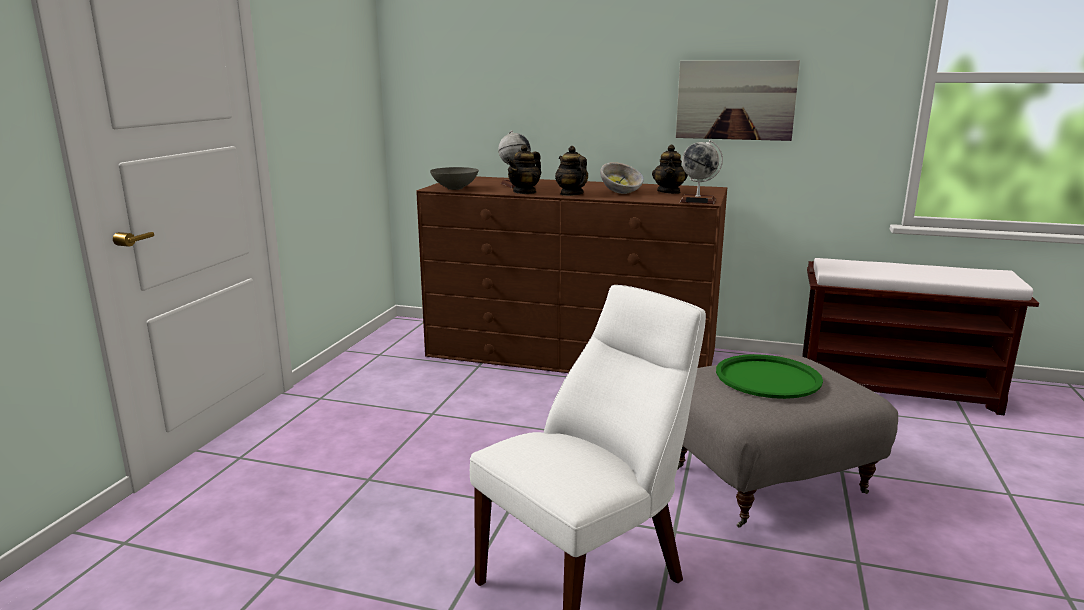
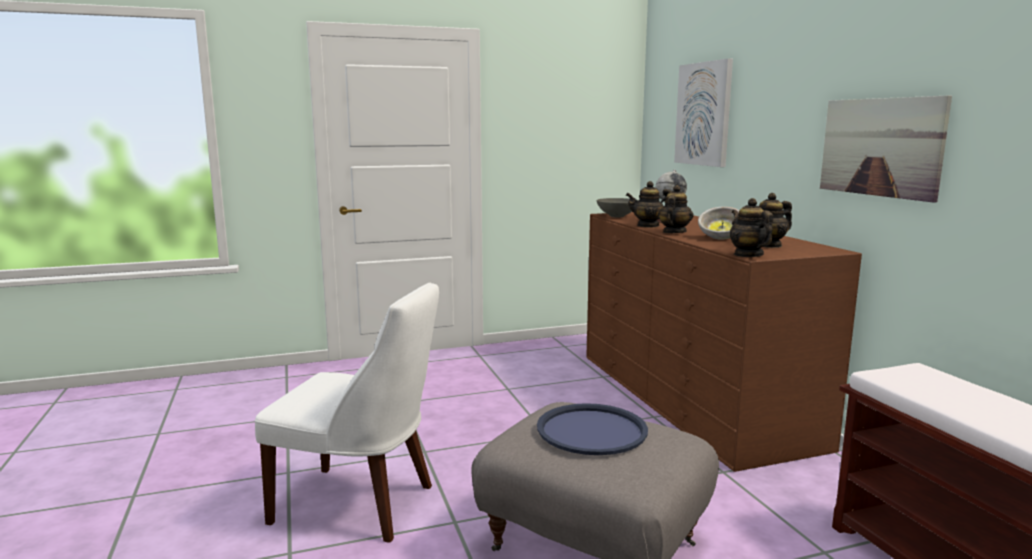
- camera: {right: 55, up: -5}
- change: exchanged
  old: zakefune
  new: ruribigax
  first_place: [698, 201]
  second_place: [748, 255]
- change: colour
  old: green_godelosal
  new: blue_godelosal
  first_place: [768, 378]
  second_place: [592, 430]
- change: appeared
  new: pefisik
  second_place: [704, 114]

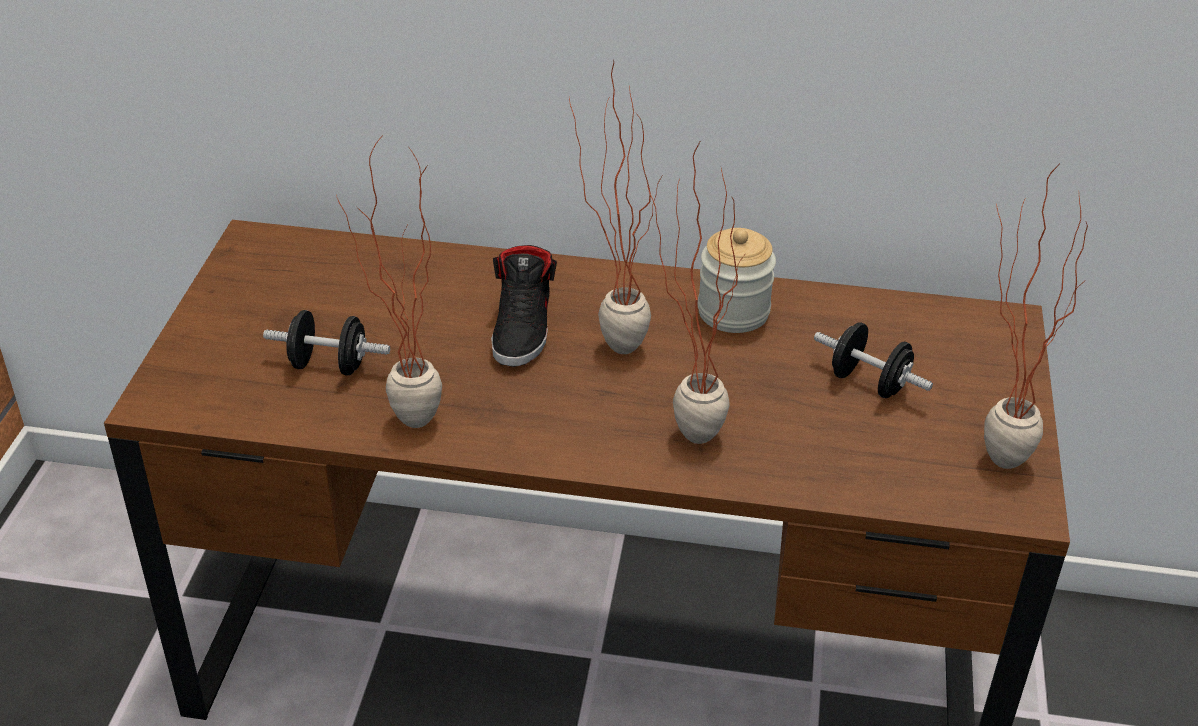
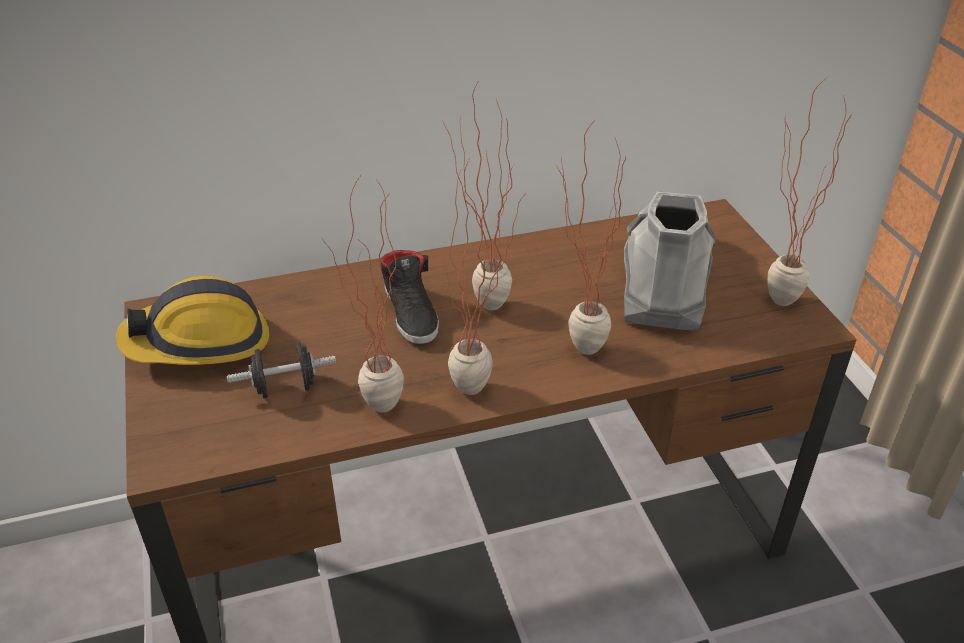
- camera: {right: -25, up: 0}
- change: missing
  old: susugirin
  first_place: [733, 312]
- change: exchanged
  old: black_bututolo
  new: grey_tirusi
  first_place: [868, 383]
  second_place: [665, 278]
- change: appeared
  new: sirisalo
  second_place: [483, 393]
- change: appeared
  new: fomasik
  second_place: [200, 342]

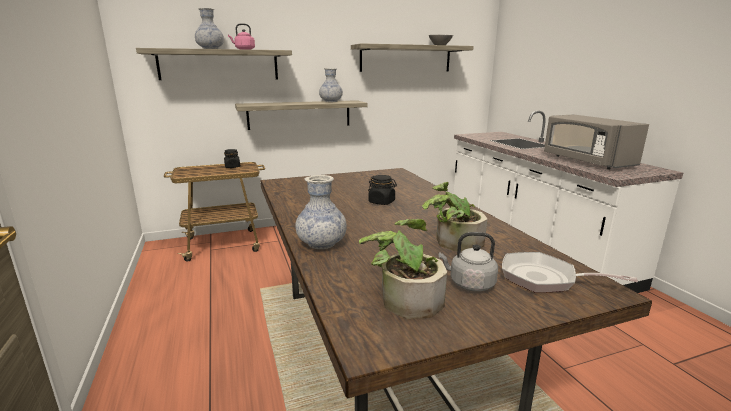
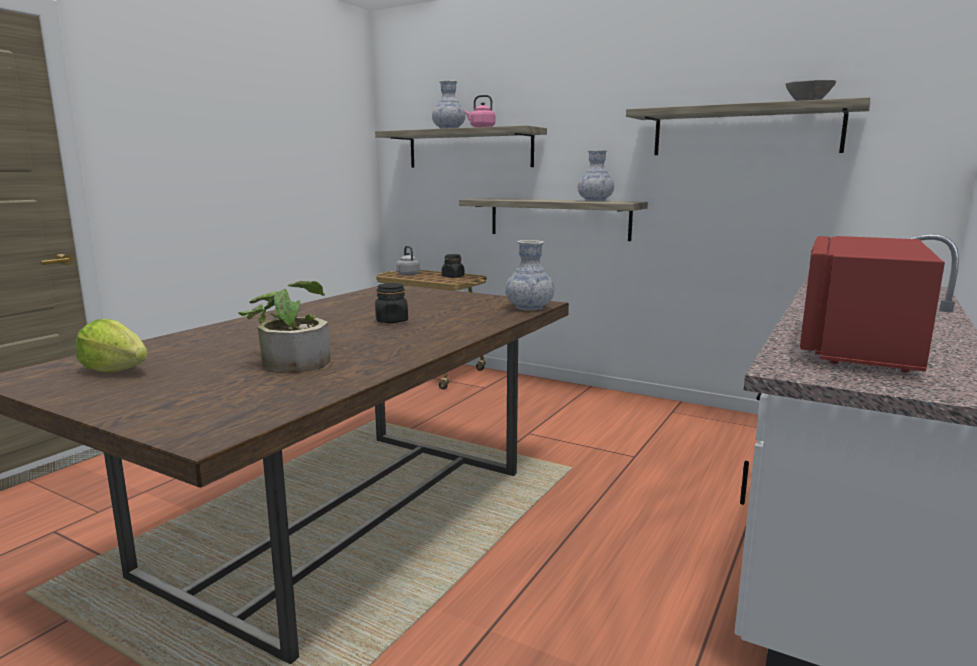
- camera: {right: 50, up: -5}
- change: colour
  old: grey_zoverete
  new: red_zoverete
  first_place: [586, 161]
  second_place: [857, 346]
- change: relocated
  old: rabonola
  first_place: [321, 243]
  second_place: [529, 308]
- change: exchanged
  old: sirisalo
  new: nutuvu
  first_place: [404, 298]
  second_place: [116, 370]
- change: relocated
  old: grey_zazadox
  first_place: [469, 284]
  second_place: [407, 274]
- change: missing
  old: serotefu
  first_place: [544, 279]

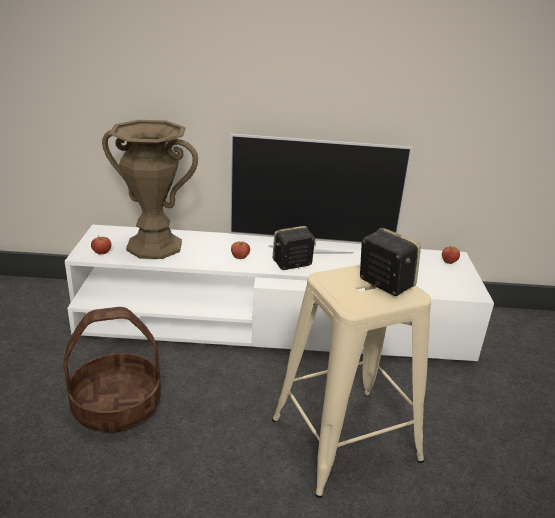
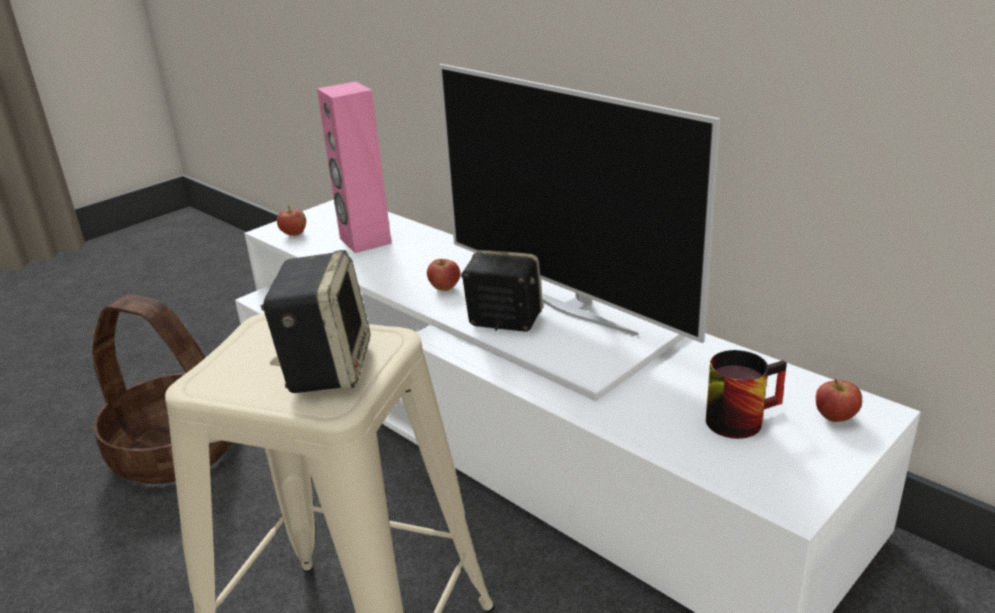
- camera: {right: 45, up: 0}
- change: exchanged
  old: brown_rabonola
  new: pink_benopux
  first_place: [154, 246]
  second_place: [364, 241]
- change: appeared
  new: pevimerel
  second_place: [739, 416]

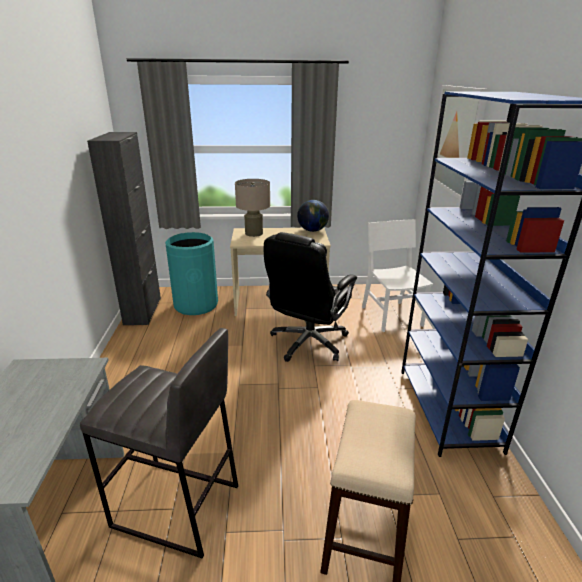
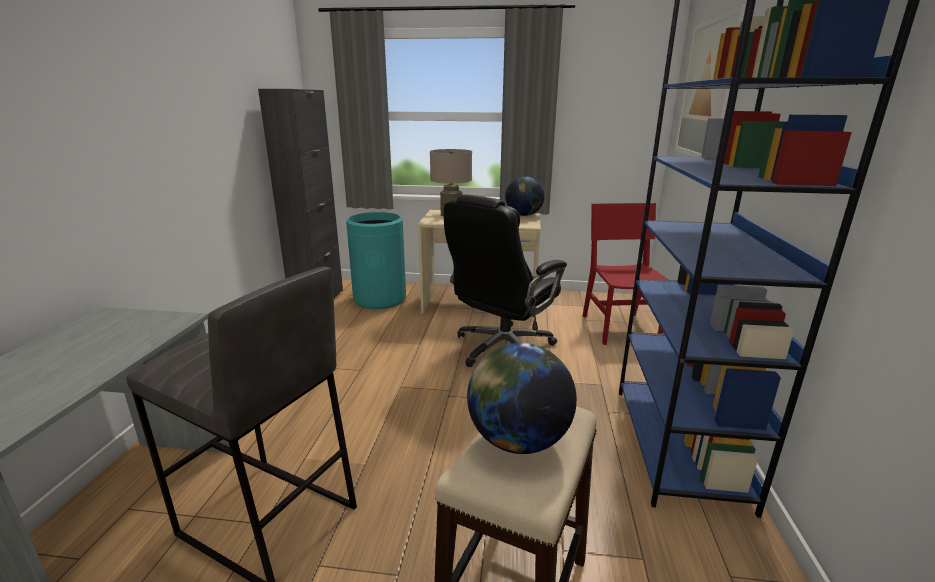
- camera: {right: 10, up: -5}
- change: colour
  old: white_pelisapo
  new: red_pelisapo
  first_place: [392, 316]
  second_place: [620, 328]
- change: appeared
  new: zakefune
  second_place: [517, 440]

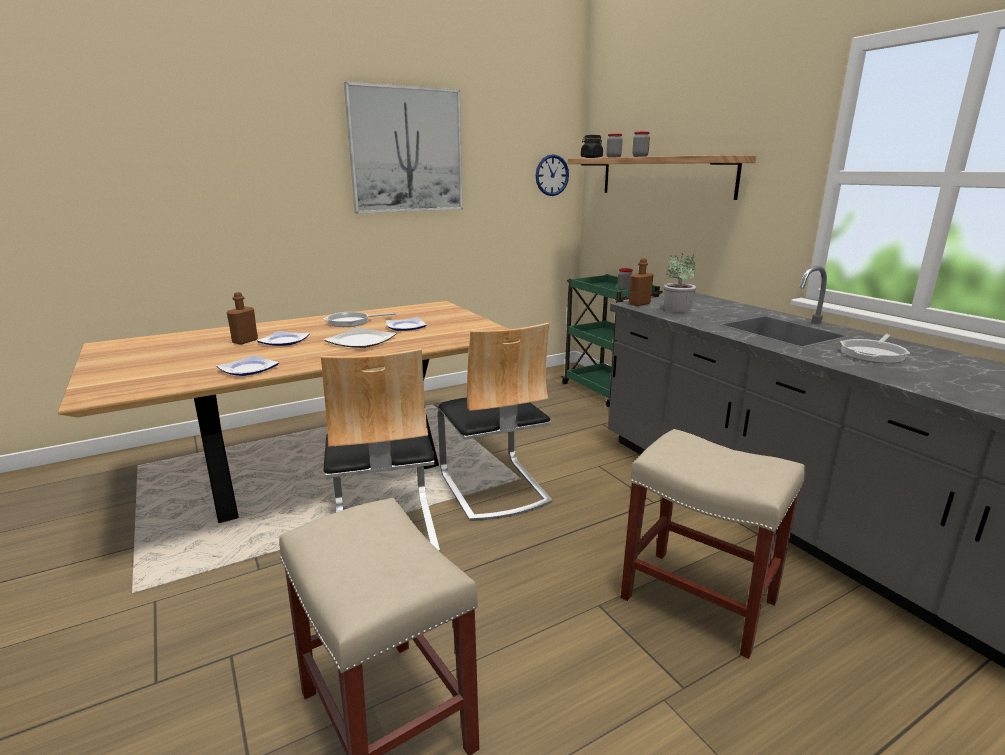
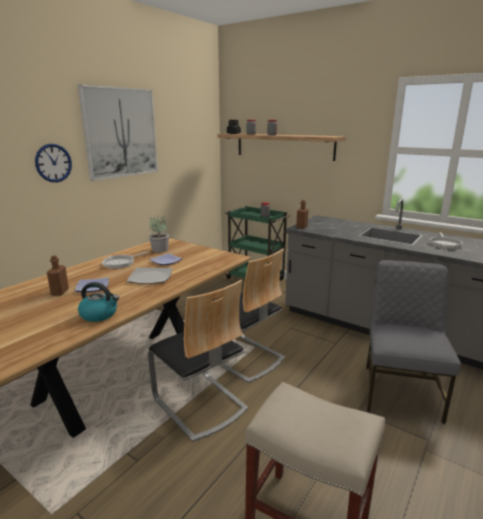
- camera: {right: -25, up: 0}
- change: relocated
  old: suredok
  first_place: [552, 175]
  second_place: [53, 163]
- change: relocated
  old: sirisalo
  first_place: [677, 309]
  second_place: [160, 249]
- change: exchanged
  old: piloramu
  new: zazadox
  first_place: [249, 369]
  second_place: [99, 315]
- change: exchanged
  old: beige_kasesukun
  new: grey_pelisapo
  first_place: [701, 600]
  second_place: [400, 391]

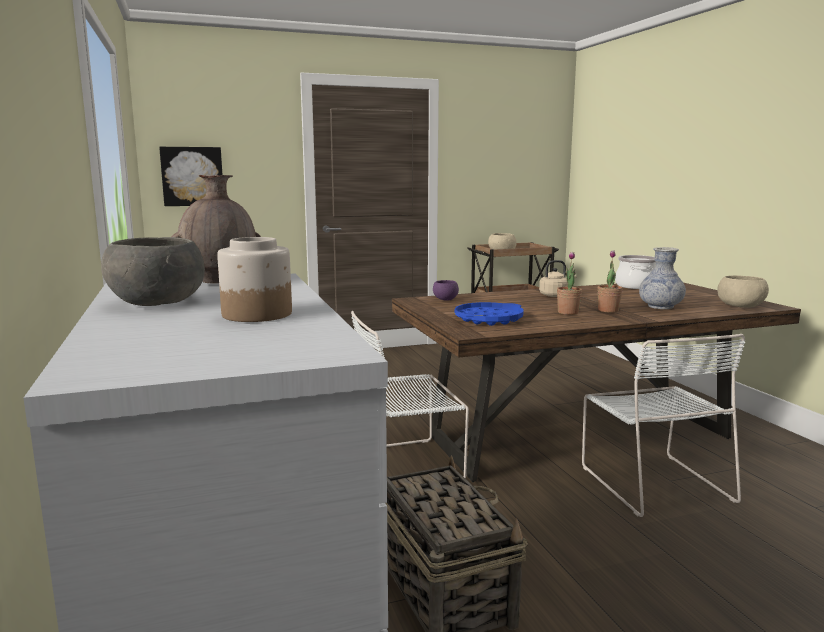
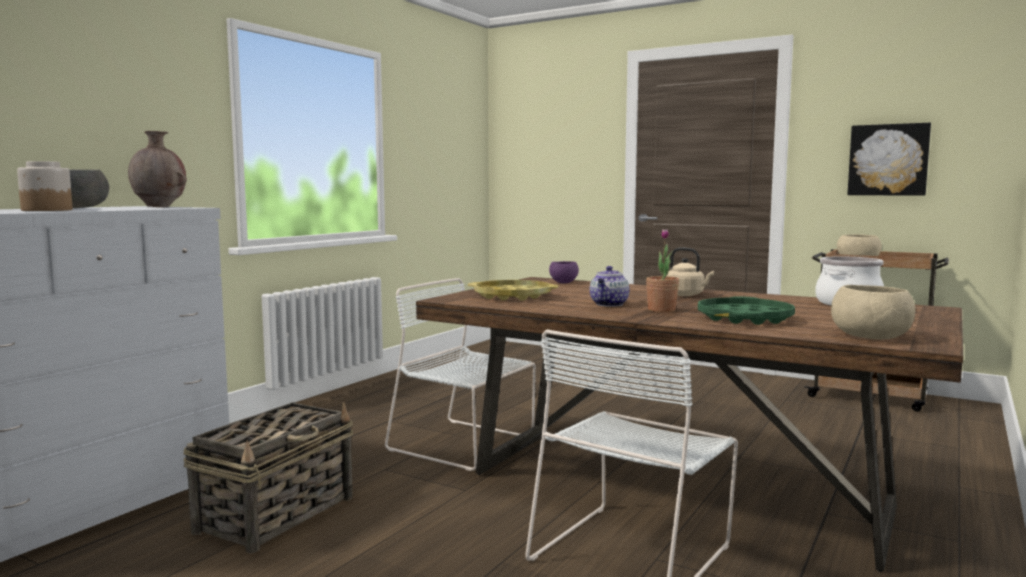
- camera: {right: 50, up: -5}
- change: relocated
  old: pefisik
  first_place: [192, 176]
  second_place: [888, 160]
- change: exchanged
  old: rabonola
  new: green_godelosal
  first_place: [660, 307]
  second_place: [745, 318]
- change: exchanged
  old: sirisalo
  new: ruribigax
  first_place: [568, 312]
  second_place: [609, 304]
- change: colour
  old: blue_godelosal
  new: yellow_godelosal
  first_place: [488, 319]
  second_place: [512, 296]

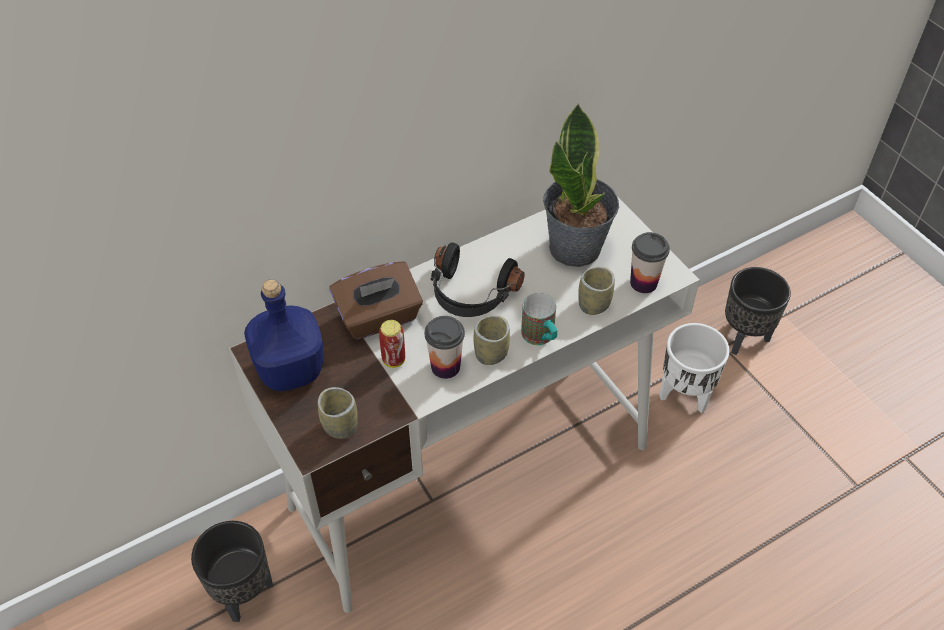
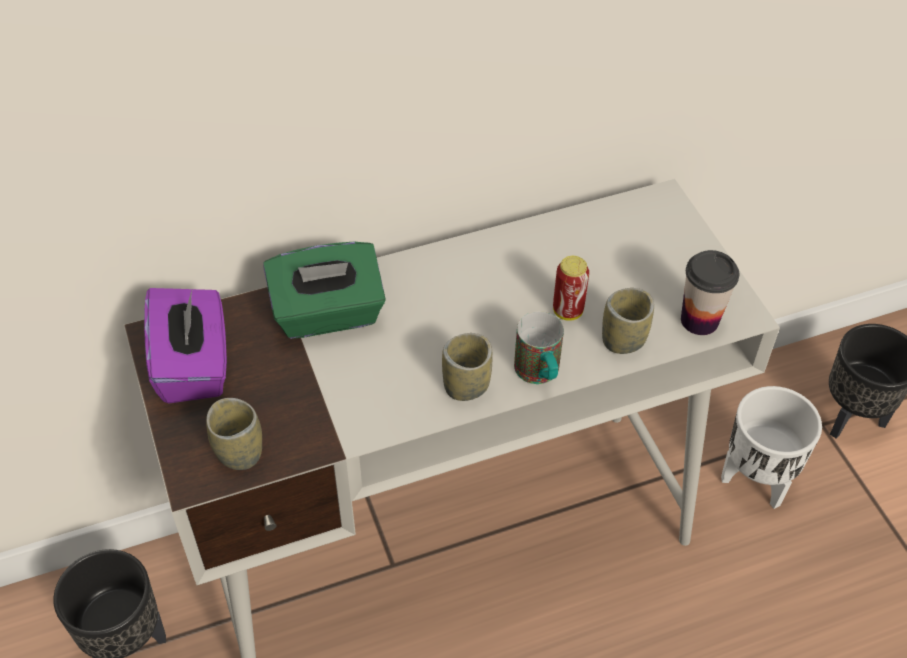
- camera: {right: 10, up: 0}
- change: missing
  old: sirisalo
  first_place: [576, 248]
- change: missing
  old: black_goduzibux
  first_place: [471, 294]
- change: colour
  old: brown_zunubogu
  new: green_zunubogu
  first_place: [379, 318]
  second_place: [328, 314]
- change: exchanged
  old: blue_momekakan
  new: purple_zunubogu
  first_place: [290, 369]
  second_place: [194, 365]
- change: missing
  old: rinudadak
  first_place: [445, 366]
- change: relocated
  old: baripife
  first_place: [393, 360]
  second_place: [567, 311]

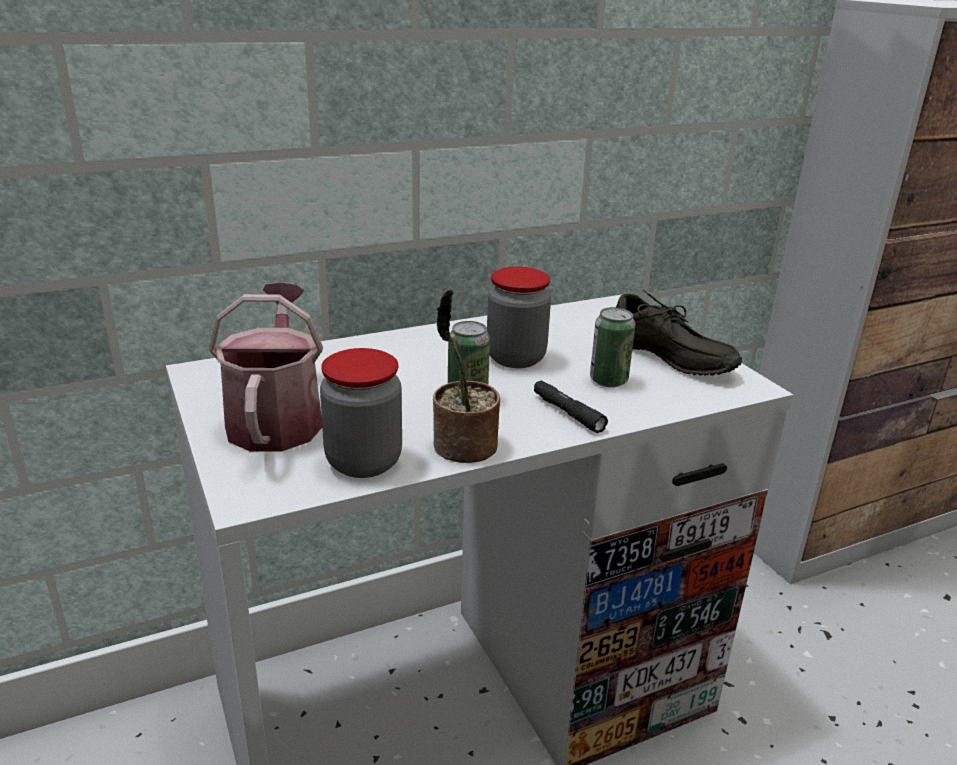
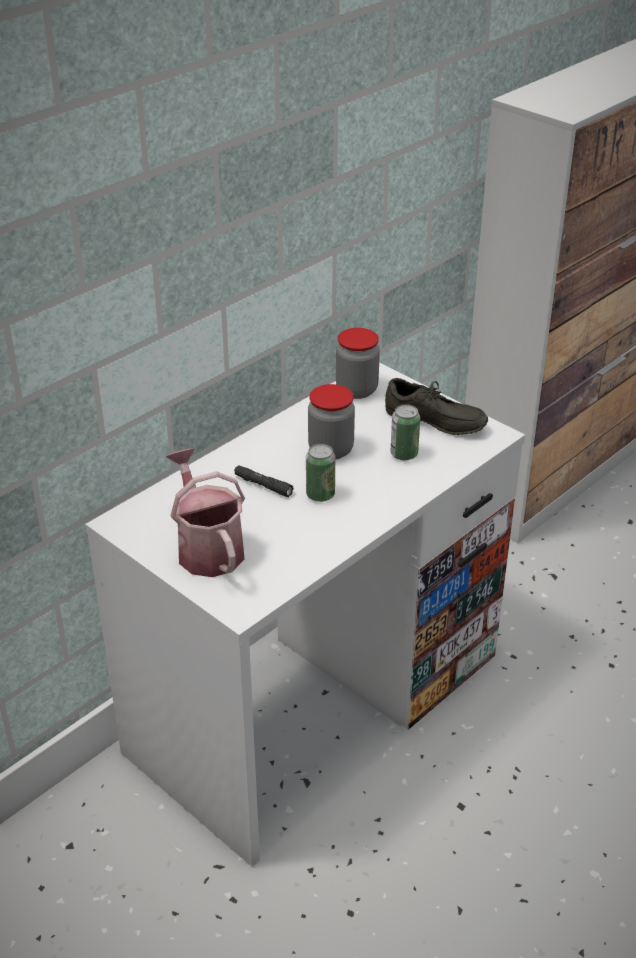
- camera: {right: -20, up: 10}
- change: missing
  old: sirisalo
  first_place: [462, 448]
- change: relocated
  old: susugirin
  first_place: [363, 462]
  second_place: [356, 390]
- change: relocated
  old: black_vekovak
  first_place: [567, 413]
  second_place: [262, 485]

